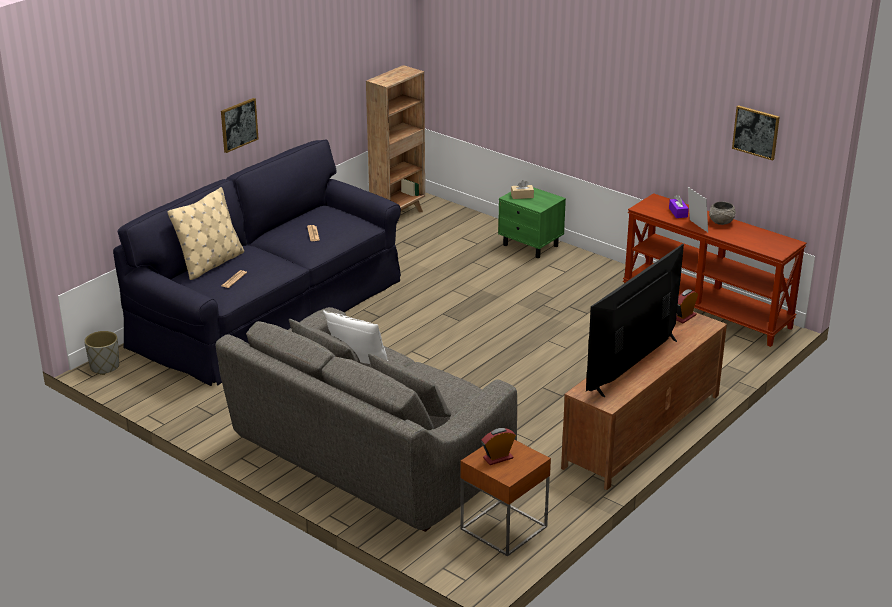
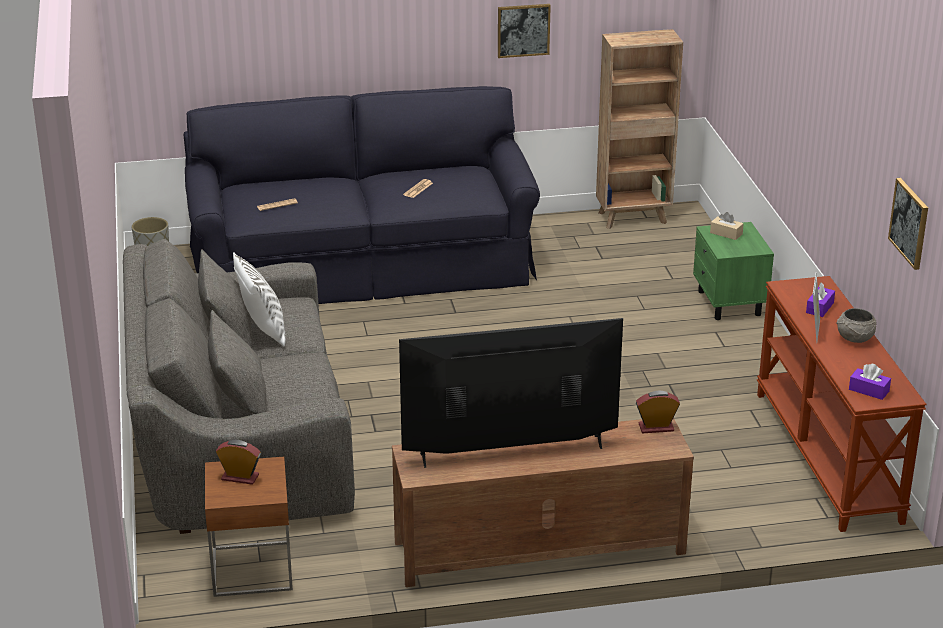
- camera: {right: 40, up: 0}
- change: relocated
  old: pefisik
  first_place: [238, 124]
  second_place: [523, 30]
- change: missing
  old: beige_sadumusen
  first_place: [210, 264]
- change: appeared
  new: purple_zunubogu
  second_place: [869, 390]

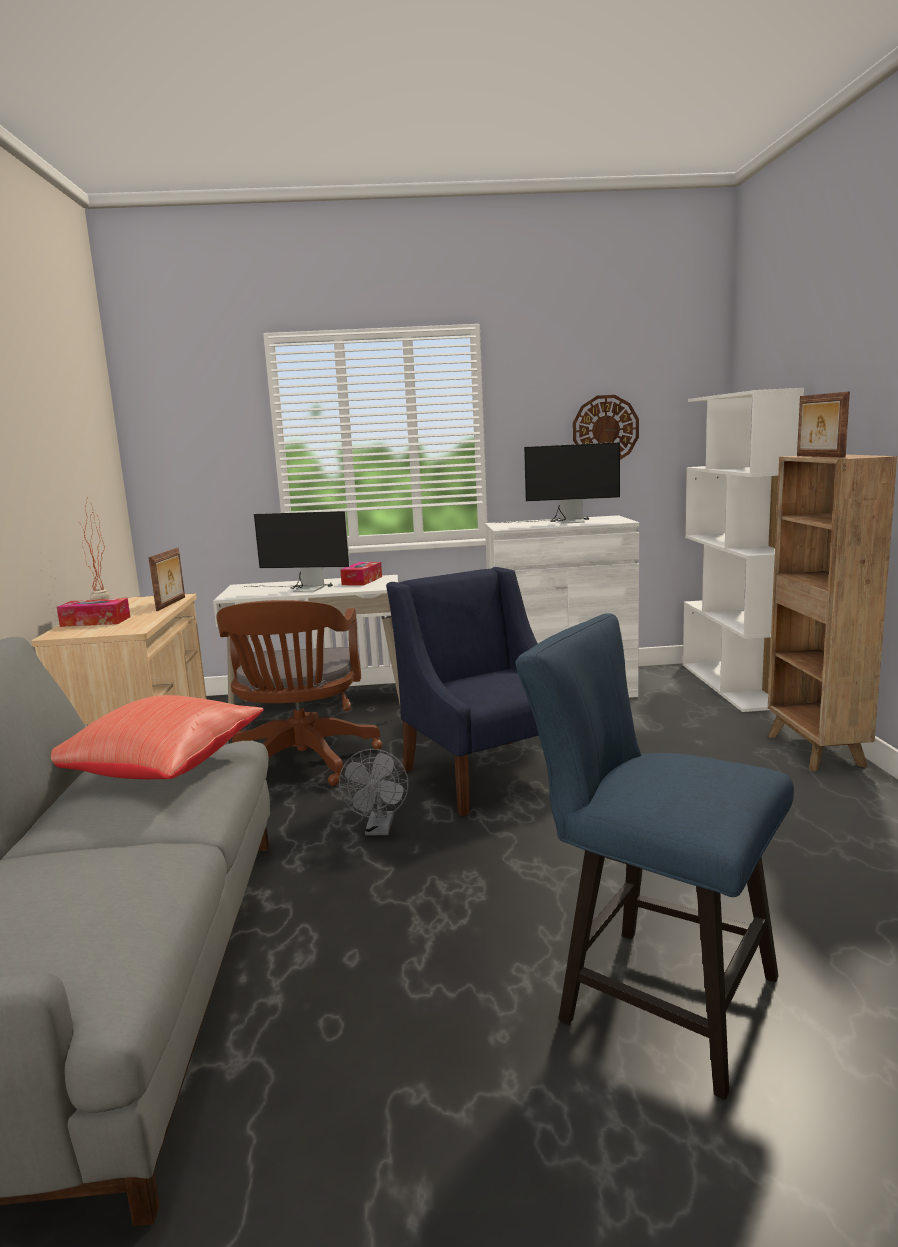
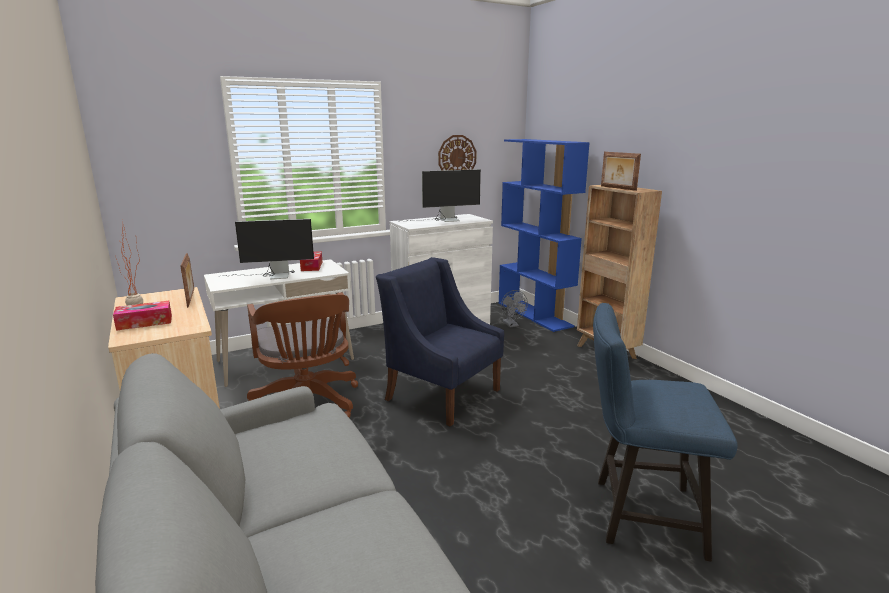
- camera: {right: -25, up: 5}
- change: colour
  old: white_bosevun
  new: blue_bosevun
  first_place: [731, 685]
  second_place: [534, 314]
- change: missing
  old: red_sadumusen
  first_place: [159, 767]
- change: relocated
  old: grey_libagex
  first_place: [379, 829]
  second_place: [512, 325]

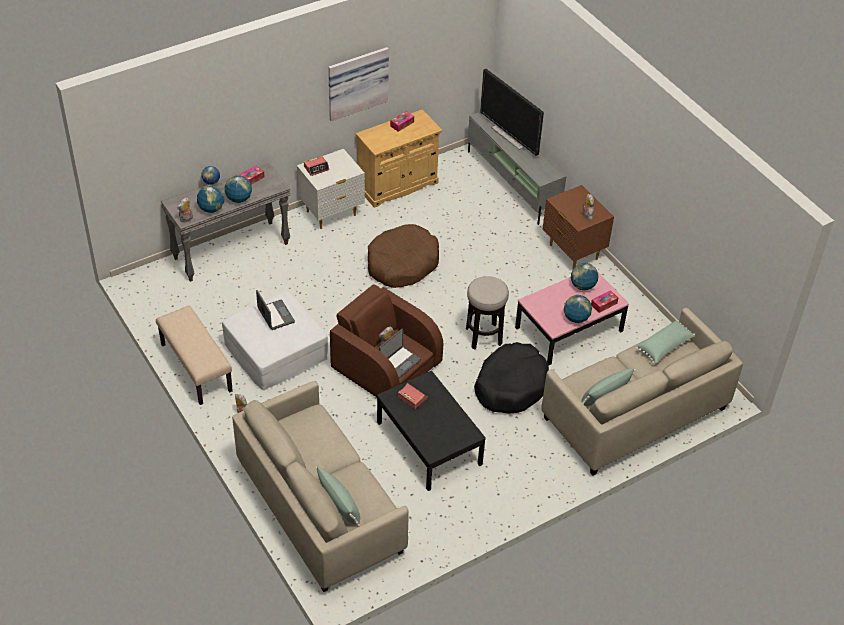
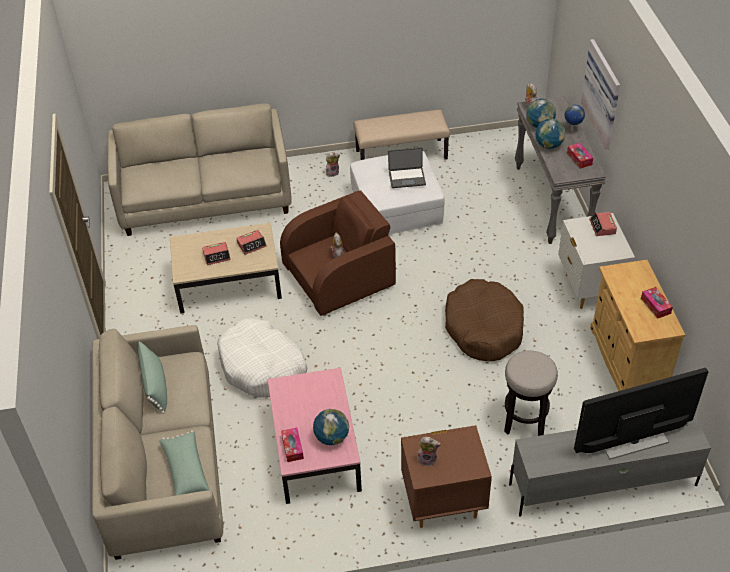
- camera: {right: 115, up: 0}
- change: relocated
  old: pefisik
  first_place: [357, 82]
  second_place: [604, 93]
- change: relocated
  old: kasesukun
  first_place: [483, 336]
  second_place: [525, 421]
- change: missing
  old: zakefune
  first_place: [576, 318]
- change: missing
  old: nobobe
  first_place: [399, 362]
- change: colour
  old: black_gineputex
  new: white_gineputex
  first_place: [511, 385]
  second_place: [262, 367]
- change: colour
  old: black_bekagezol
  new: beige_bekagezol
  first_place: [428, 443]
  second_place: [228, 282]
- change: missing
  old: green_sadumusen
  first_place: [339, 503]
- change: appeared
  new: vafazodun
  second_place: [217, 256]

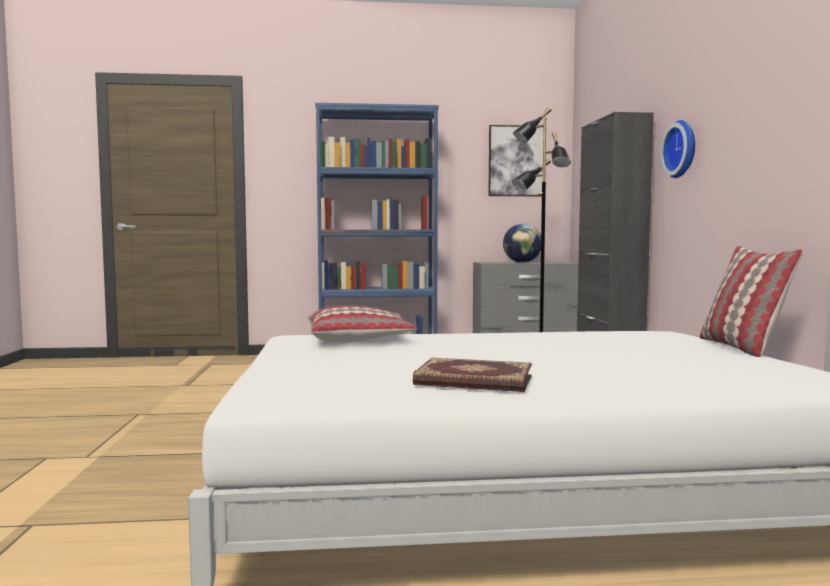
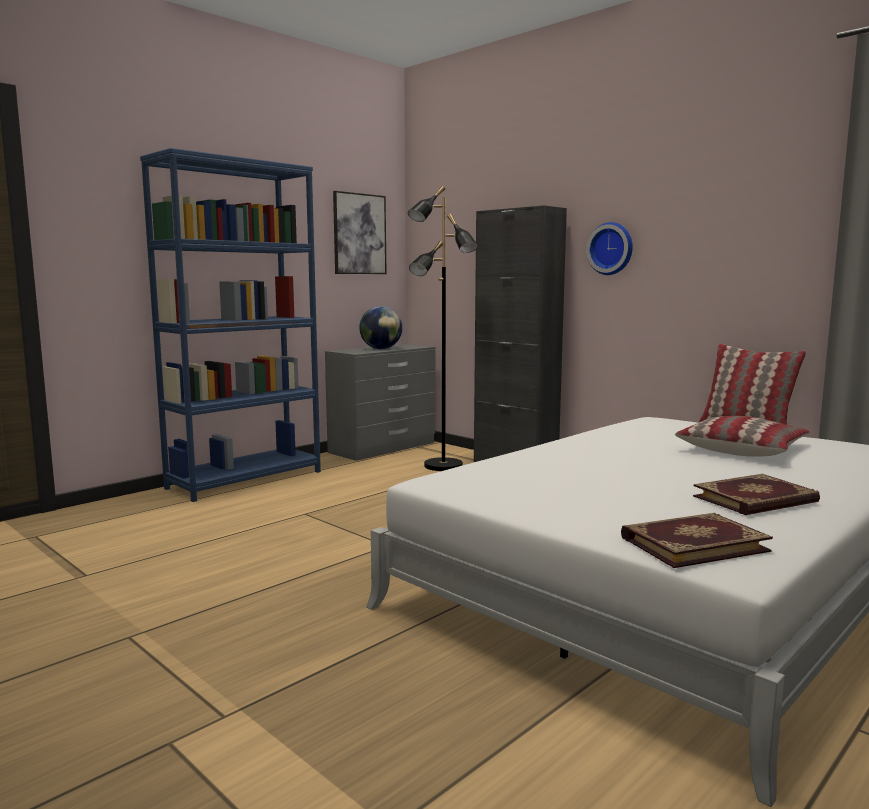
- camera: {right: -40, up: 5}
- change: relocated
  old: sadumusen
  first_place: [359, 339]
  second_place: [741, 449]
- change: appeared
  new: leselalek
  second_place: [692, 543]

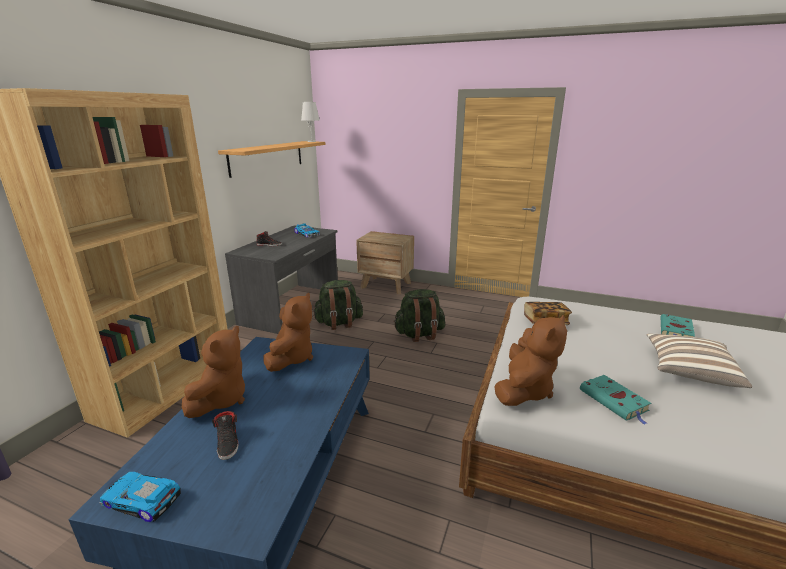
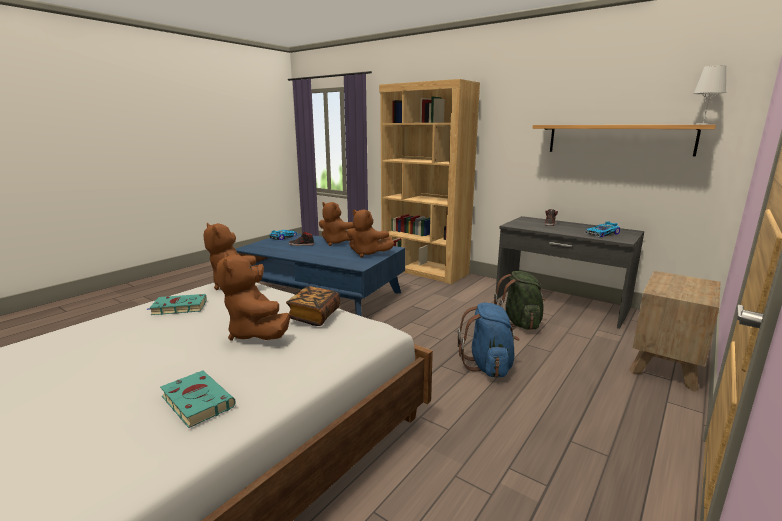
- camera: {right: 105, up: -5}
- change: colour
  old: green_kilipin
  new: blue_kilipin
  first_place: [419, 334]
  second_place: [488, 366]
- change: missing
  old: sadumusen
  first_place: [689, 371]
- change: appeared
  new: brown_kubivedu
  second_place: [256, 334]

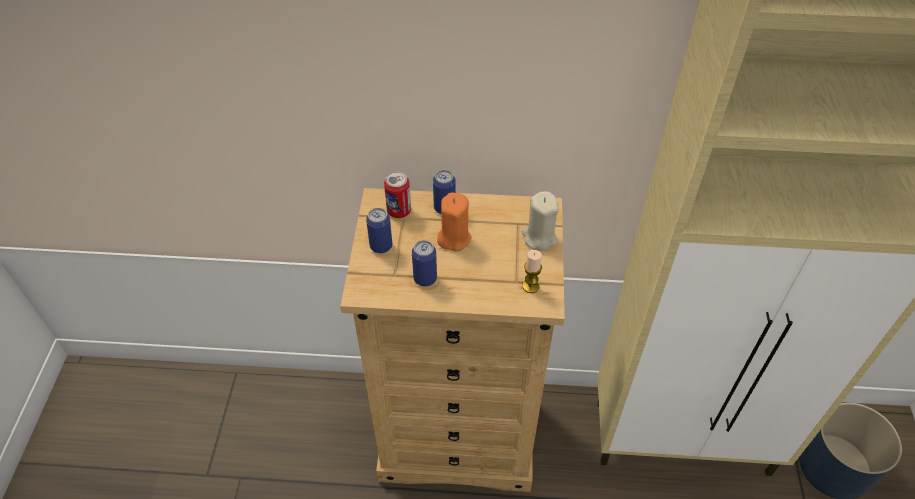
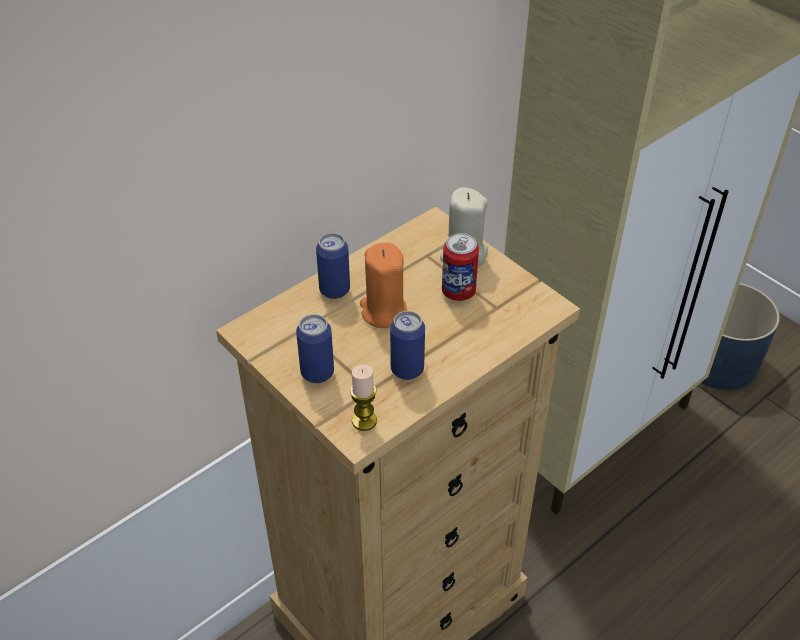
- camera: {right: -45, up: -5}
- change: relocated
  old: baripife
  first_place: [399, 211]
  second_place: [458, 292]
- change: relocated
  old: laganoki
  first_place: [530, 286]
  second_place: [364, 420]

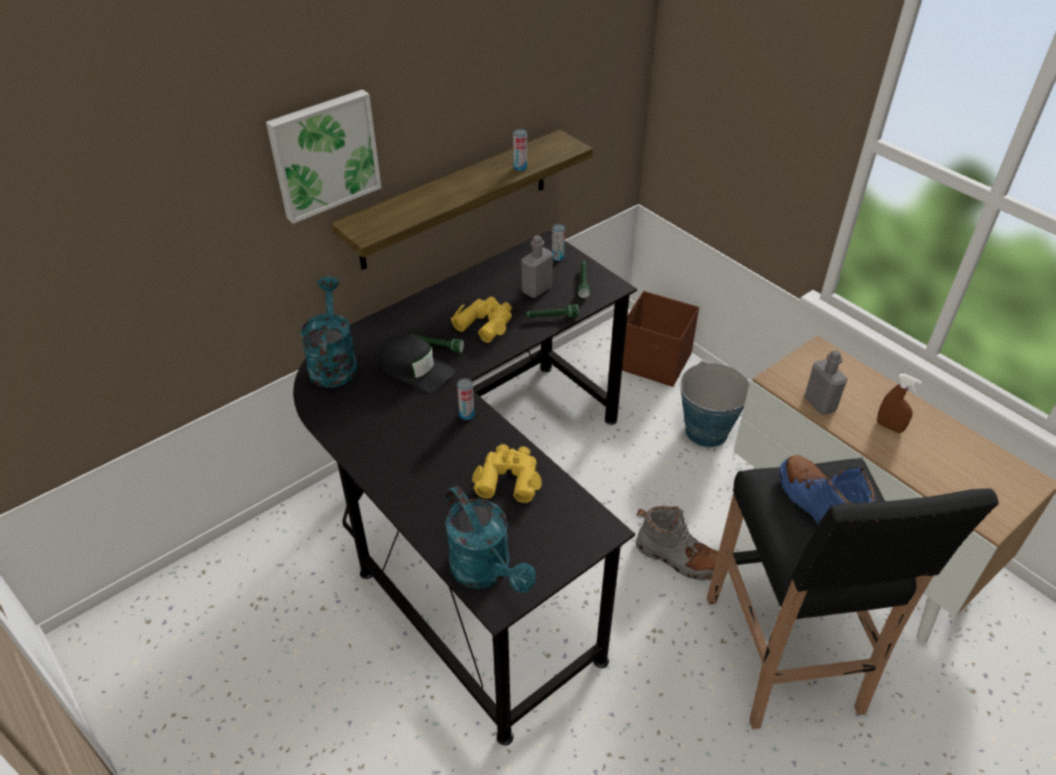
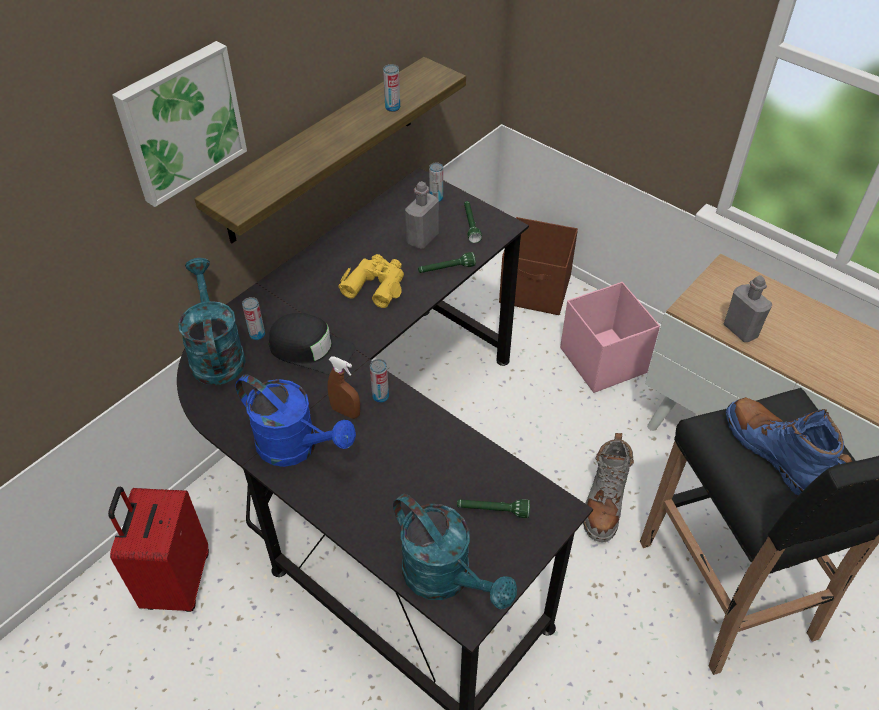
- camera: {right: -10, up: 5}
- change: relocated
  old: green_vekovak
  first_place: [436, 346]
  second_place: [492, 510]
- change: exchanged
  old: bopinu
  new: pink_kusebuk
  first_place: [706, 431]
  second_place: [602, 359]
- change: relocated
  old: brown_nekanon
  first_place: [889, 427]
  second_place: [345, 412]
- change: missing
  old: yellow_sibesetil
  first_place: [508, 478]
- change: spun
  old: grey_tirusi
  first_place: [679, 558]
  second_place: [604, 503]
  degrees: 90
- change: appeared
  new: baripife
  second_place: [257, 335]
- change: appeared
  new: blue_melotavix
  second_place: [296, 447]
- change: appeared
  new: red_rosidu
  second_place: [176, 581]

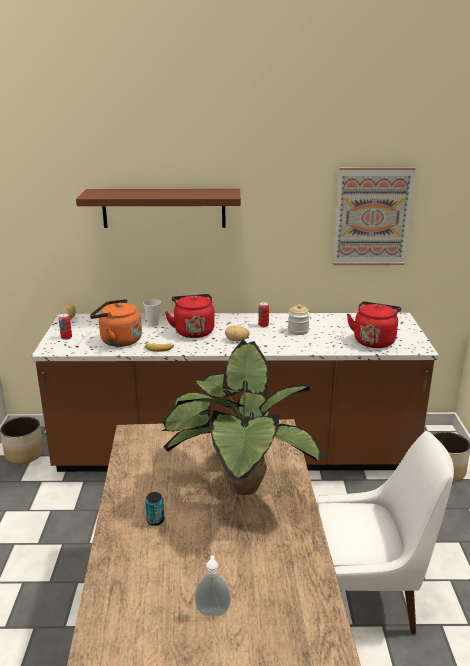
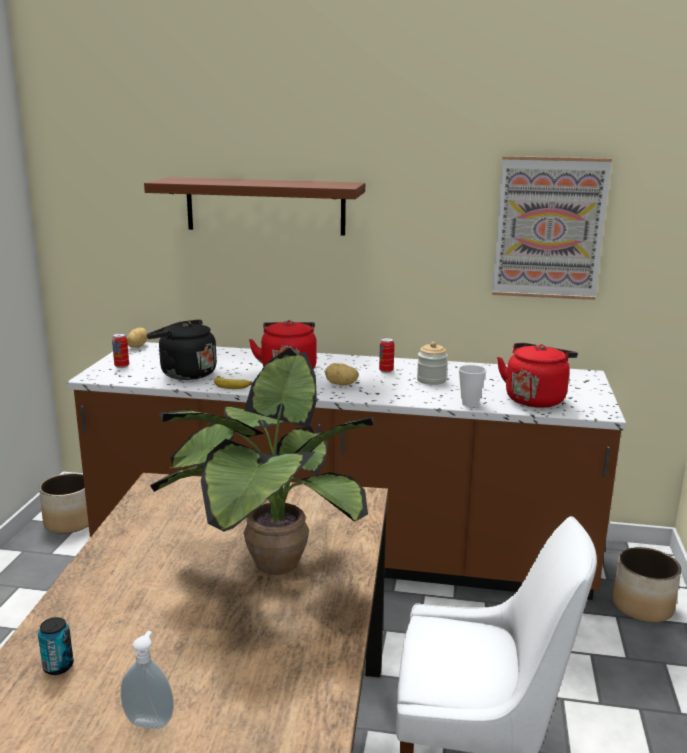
- camera: {right: 10, up: -5}
- change: colour
  old: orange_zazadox
  new: black_zazadox
  first_place: [118, 340]
  second_place: [185, 373]
- change: relocated
  old: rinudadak
  first_place: [153, 324]
  second_place: [470, 404]
- change: relocated
  old: baripife
  first_place: [155, 520]
  second_place: [58, 666]

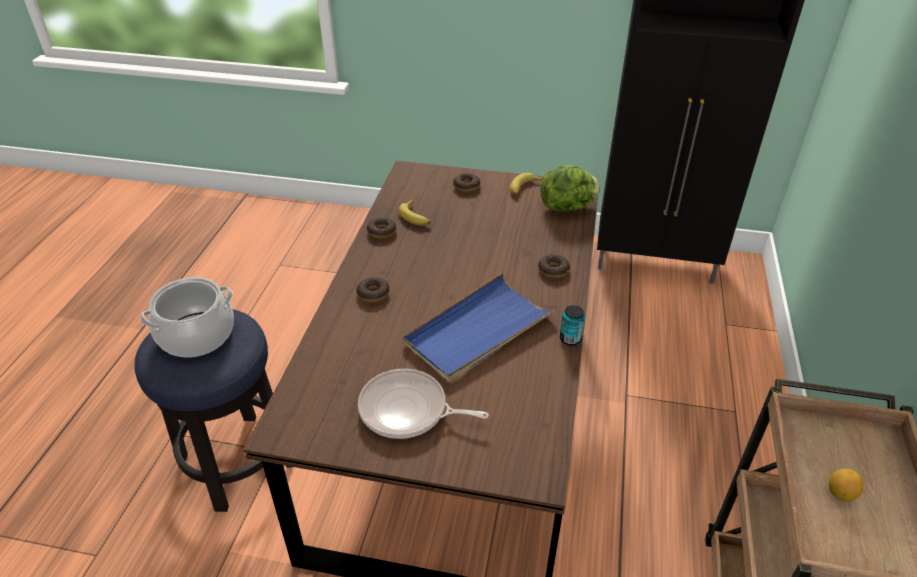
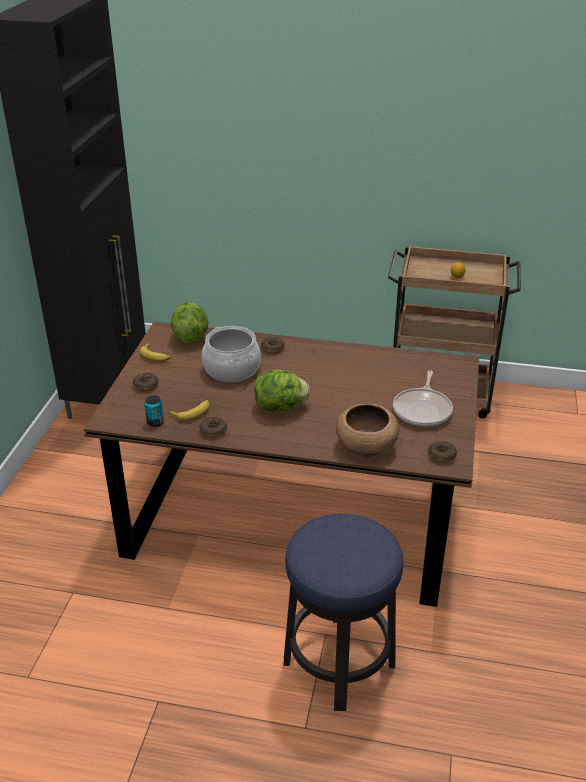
- camera: {right: -90, up: -5}
- change: missing
  old: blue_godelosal
  first_place: [478, 331]
- change: relocated
  old: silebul
  first_place: [197, 334]
  second_place: [231, 369]
- change: relocated
  old: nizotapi
  first_place: [373, 294]
  second_place: [441, 455]
- change: relocated
  old: baripife
  first_place: [570, 339]
  second_place: [155, 422]
- change: appeared
  new: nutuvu
  second_place: [281, 408]
- change: appeared
  new: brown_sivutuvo
  second_place: [366, 446]

